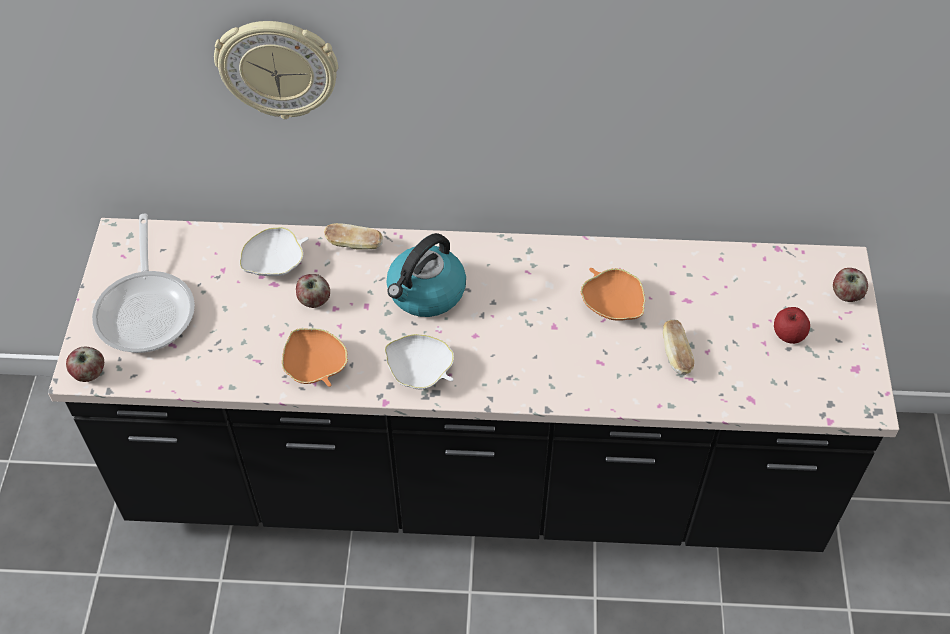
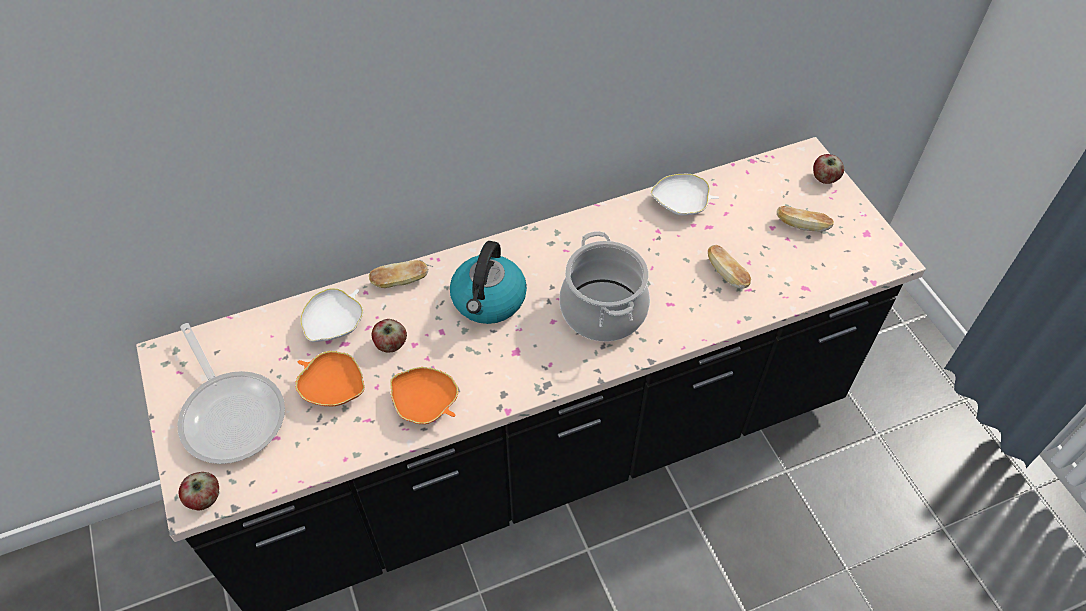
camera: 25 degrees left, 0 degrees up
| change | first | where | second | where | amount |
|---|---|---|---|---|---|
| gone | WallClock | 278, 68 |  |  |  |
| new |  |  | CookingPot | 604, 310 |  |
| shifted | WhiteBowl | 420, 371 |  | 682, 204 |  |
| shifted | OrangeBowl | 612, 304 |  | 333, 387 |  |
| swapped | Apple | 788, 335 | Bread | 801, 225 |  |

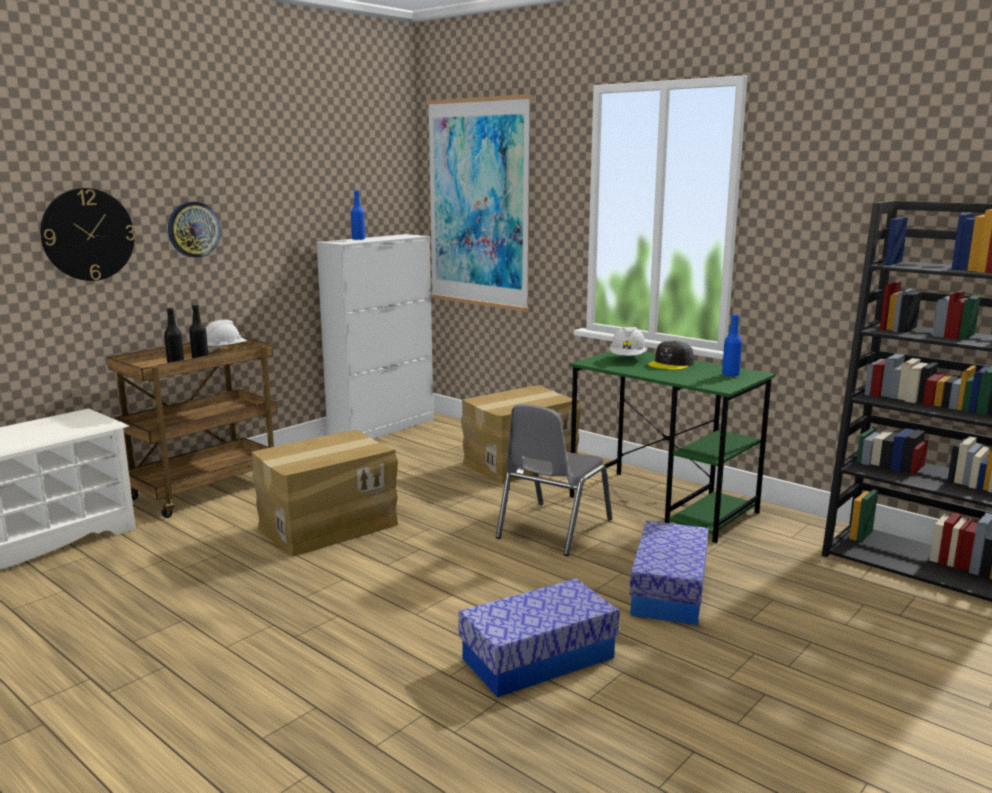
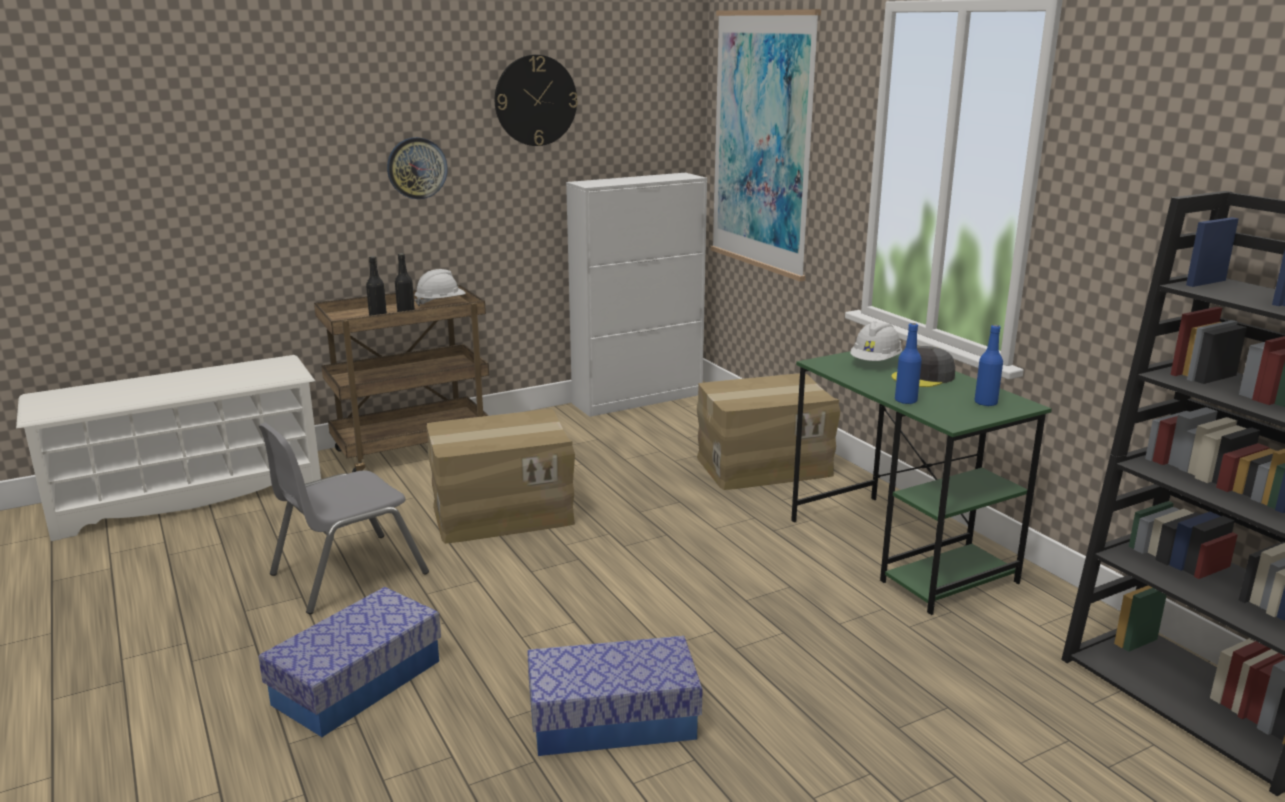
camera: 20 degrees right, 5 degrees up
| change | first | where | second | where | amount |
|---|---|---|---|---|---|
| shifted | WallClock | 88, 234 |  | 535, 100 |  |
| shifted | BlueBottle | 358, 239 |  | 905, 401 |  |
| shifted | GreyChair | 553, 528 |  | 347, 573 |  |
| shifted | StorageBox | 669, 591 |  | 357, 682 |  |

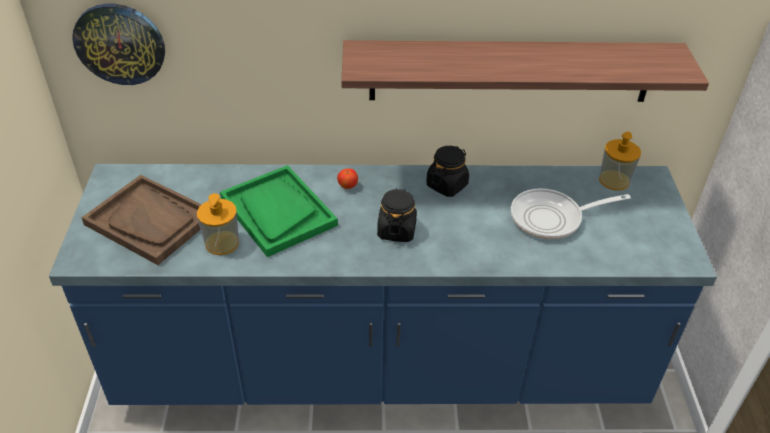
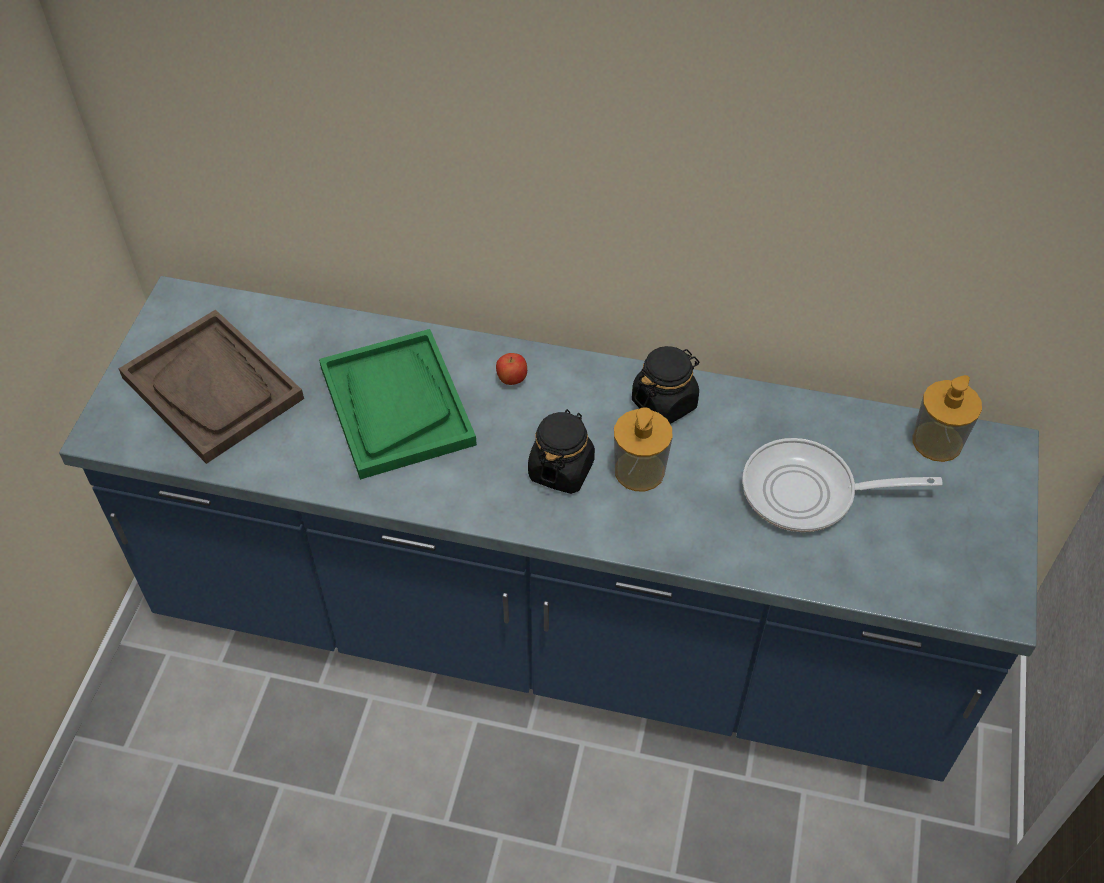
camera: 15 degrees right, 10 degrees up
| change | first | where | second | where | amount |
|---|---|---|---|---|---|
| gone | WallClock | 120, 44 |  |  |  |
| gone | Shelf | 510, 71 |  |  |  |
| shifted | SoapDispenser | 222, 243 |  | 639, 471 |  |

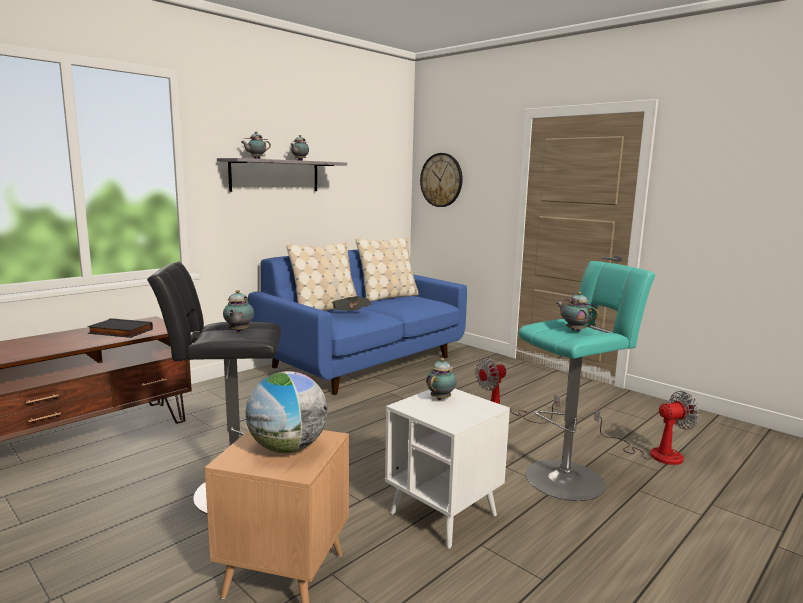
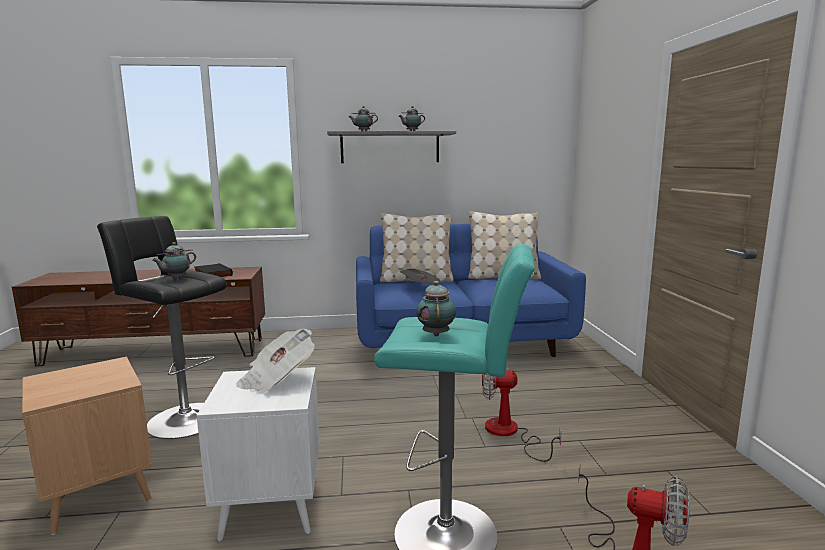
camera: 40 degrees right, 0 degrees up
| change | first | where | second | where | amount |
|---|---|---|---|---|---|
| gone | Globe | 287, 448 |  |  |  |
| gone | WallClock | 441, 180 |  |  |  |
| swapped | Teapot | 441, 398 | Newspaper | 277, 379 |  |

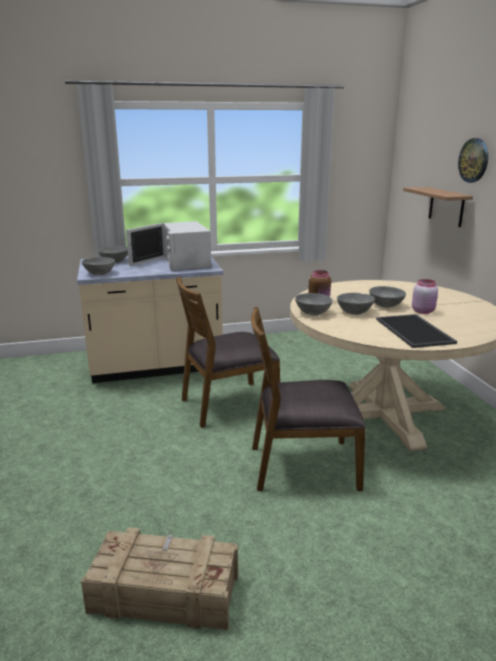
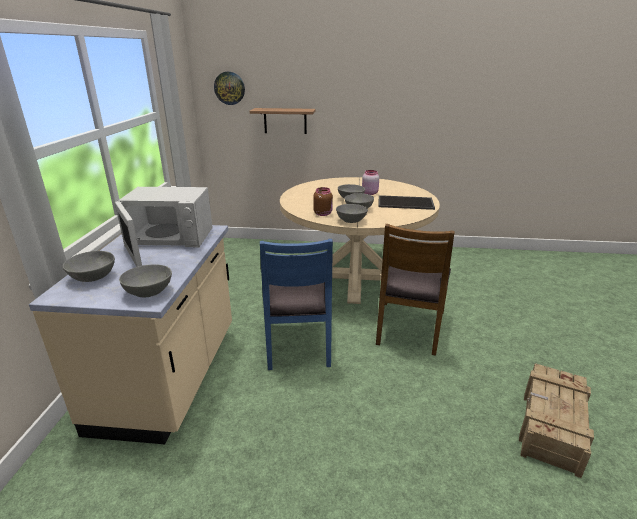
camera: 70 degrees left, 5 degrees up
| change | first | where | second | where | amount |
|---|---|---|---|---|---|
| shifted | WallClock | 474, 160 |  | 229, 88 |  |
| repainted | BrownChair | 228, 404 | BlueChair | 298, 342 |  |

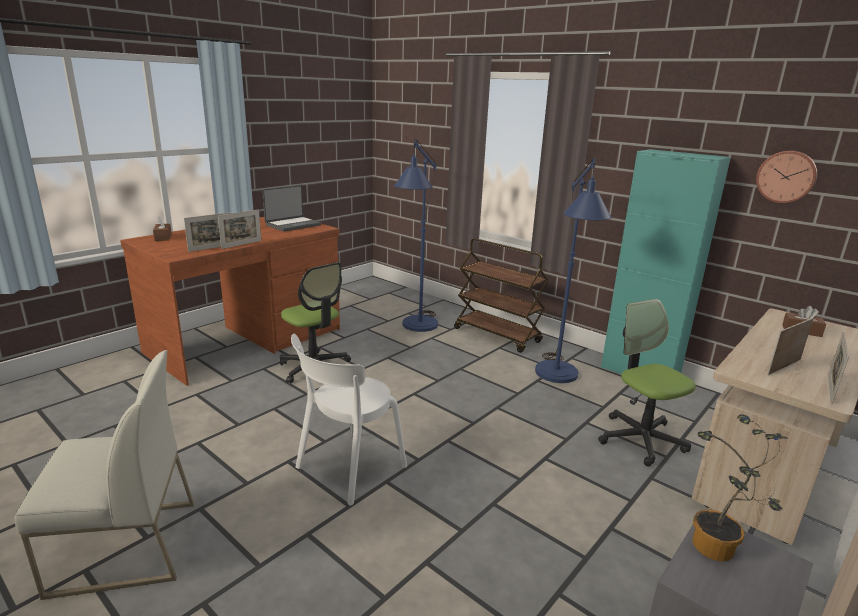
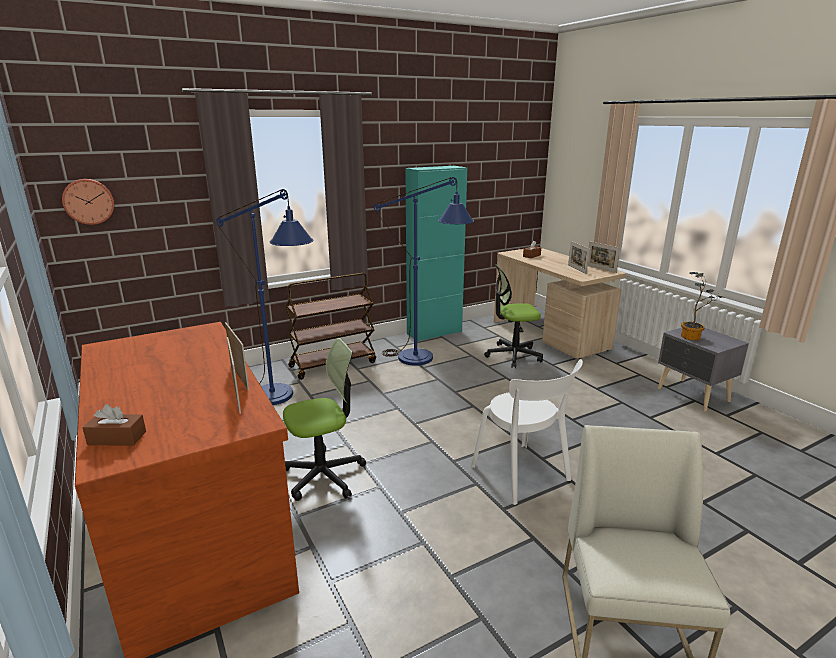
camera: 70 degrees left, 0 degrees up
| change | first | where | second | where | amount |
|---|---|---|---|---|---|
| gone | Laptop | 293, 225 |  |  |  |
| shifted | WallClock | 786, 176 |  | 88, 201 |  |

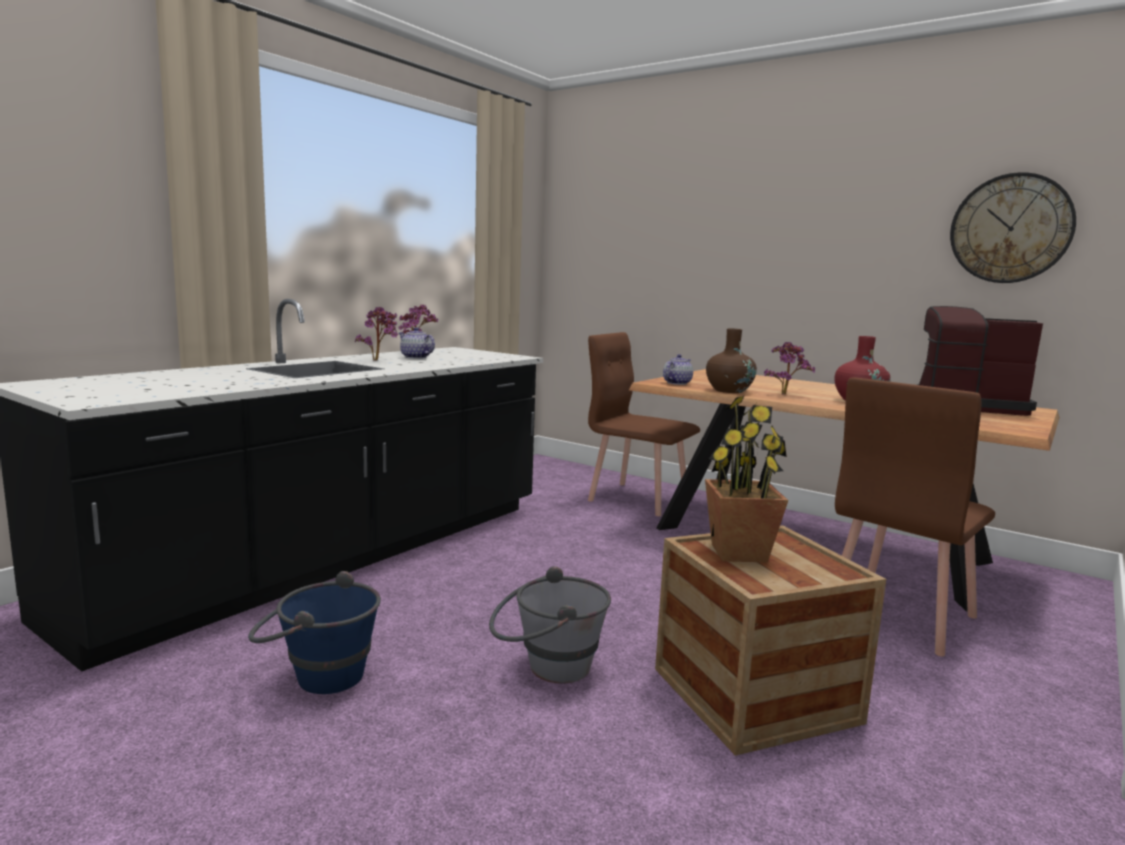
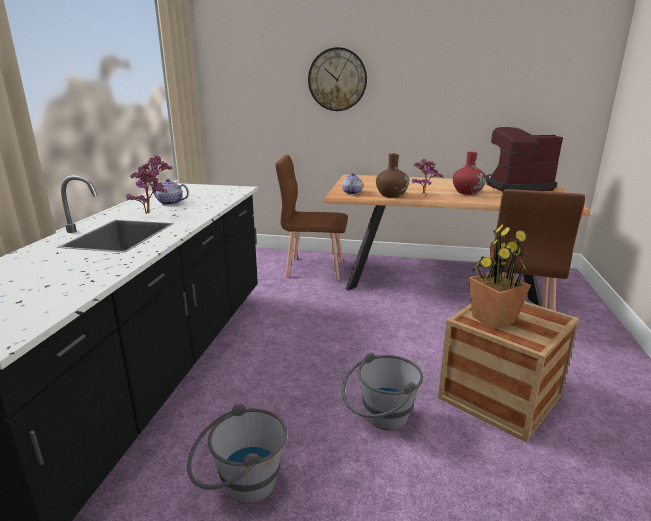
camera: 25 degrees left, 10 degrees up
| change | first | where | second | where | amount |
|---|---|---|---|---|---|
| shifted | WallClock | 1010, 228 |  | 337, 79 |  |
| repainted | BlueBucket | 317, 675 | GreyBucket | 240, 487 |  |

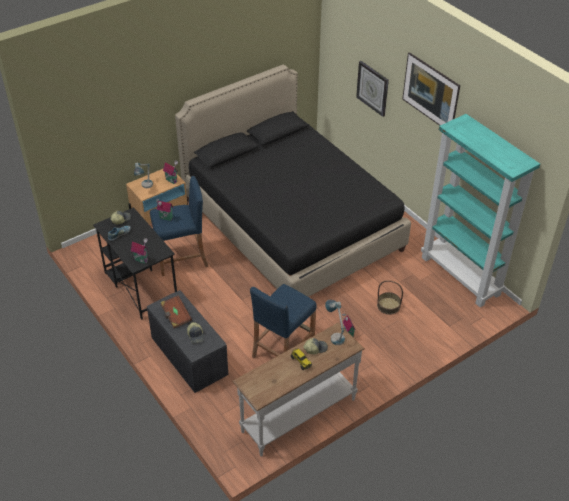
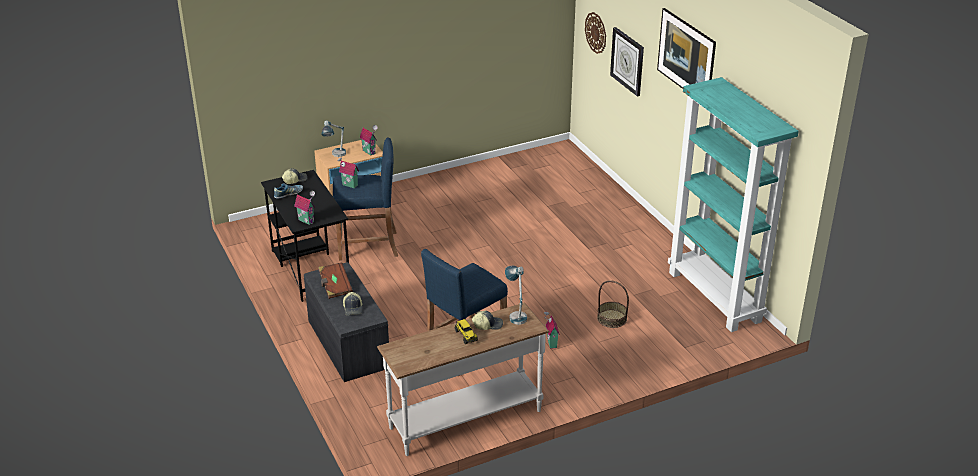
camera: 10 degrees right, 10 degrees down
| change | first | where | second | where | amount |
|---|---|---|---|---|---|
| gone | BlackBed | 291, 224 |  |  |  |
| new |  |  | WallClock | 596, 32 |  |

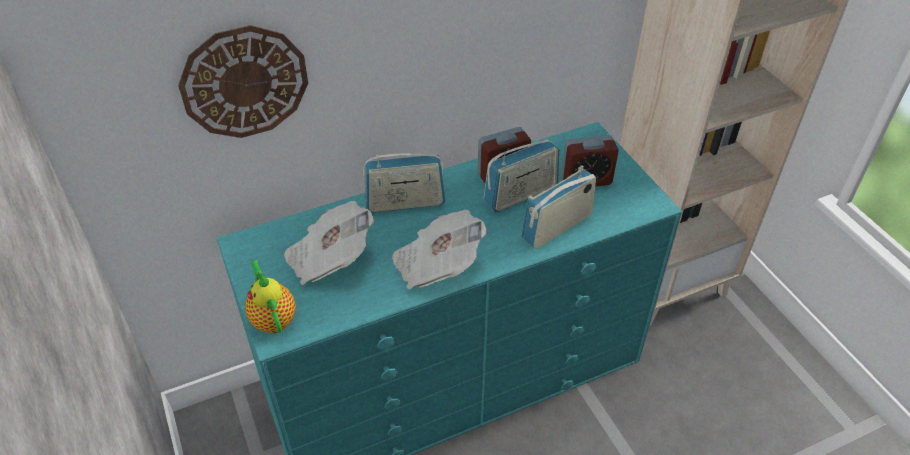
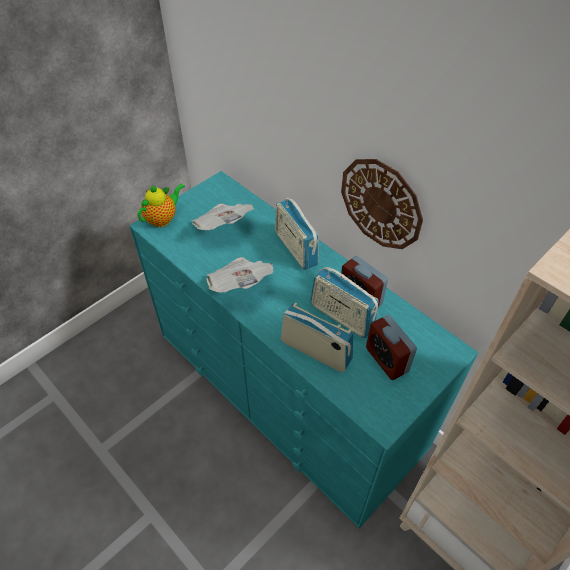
camera: 70 degrees right, 5 degrees up
| change | first | where | second | where | amount |
|---|---|---|---|---|---|
| shifted | WallClock | 244, 82 |  | 381, 204 |  |

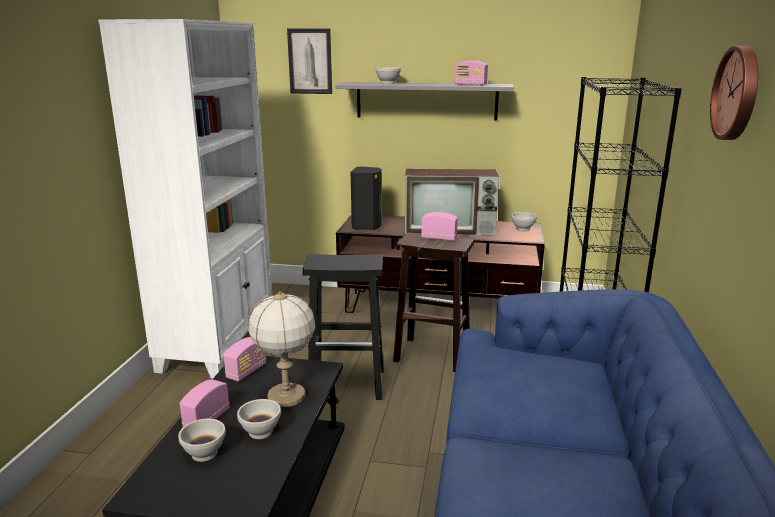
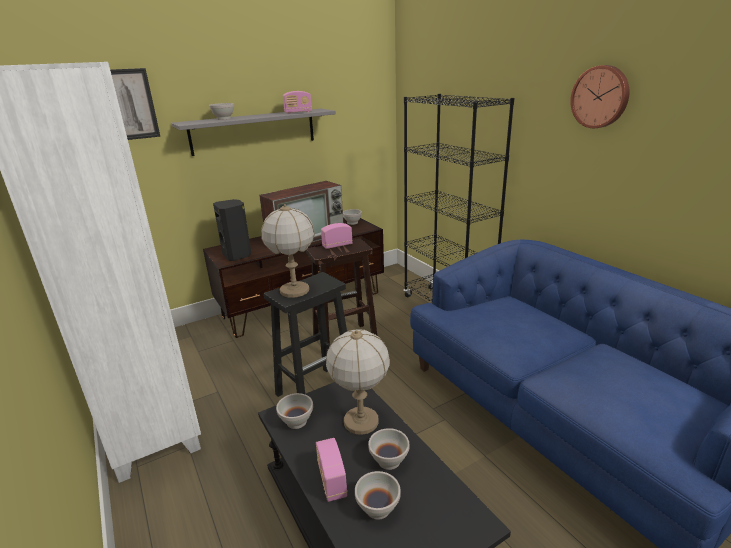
camera: 40 degrees left, 5 degrees up
| change | first | where | second | where | amount |
|---|---|---|---|---|---|
| new |  |  | TableLamp | 294, 290 |  |
| swapped | Radio | 246, 371 | WhiteBowl | 296, 421 |  |

